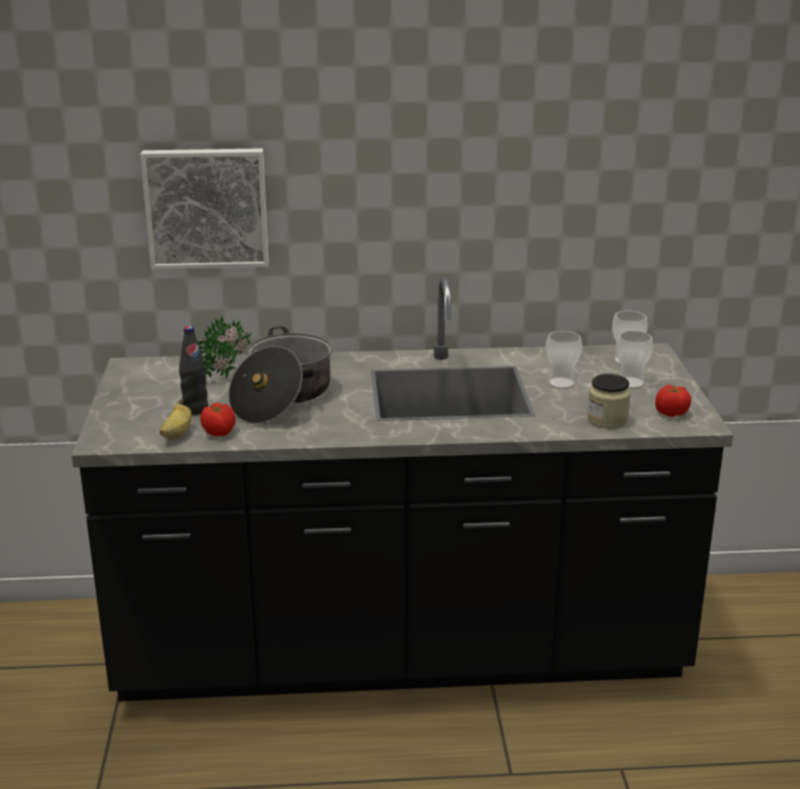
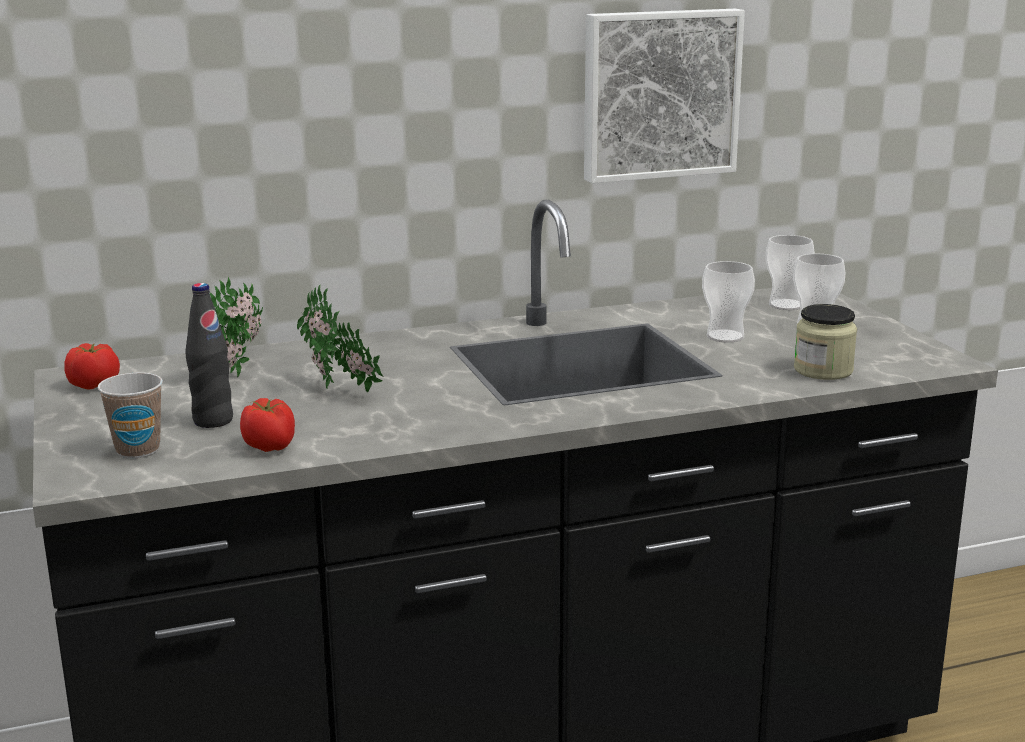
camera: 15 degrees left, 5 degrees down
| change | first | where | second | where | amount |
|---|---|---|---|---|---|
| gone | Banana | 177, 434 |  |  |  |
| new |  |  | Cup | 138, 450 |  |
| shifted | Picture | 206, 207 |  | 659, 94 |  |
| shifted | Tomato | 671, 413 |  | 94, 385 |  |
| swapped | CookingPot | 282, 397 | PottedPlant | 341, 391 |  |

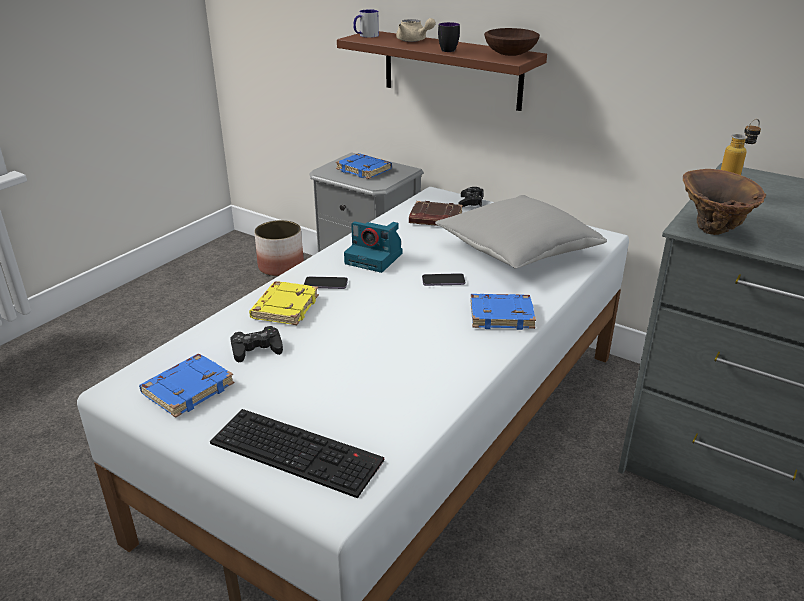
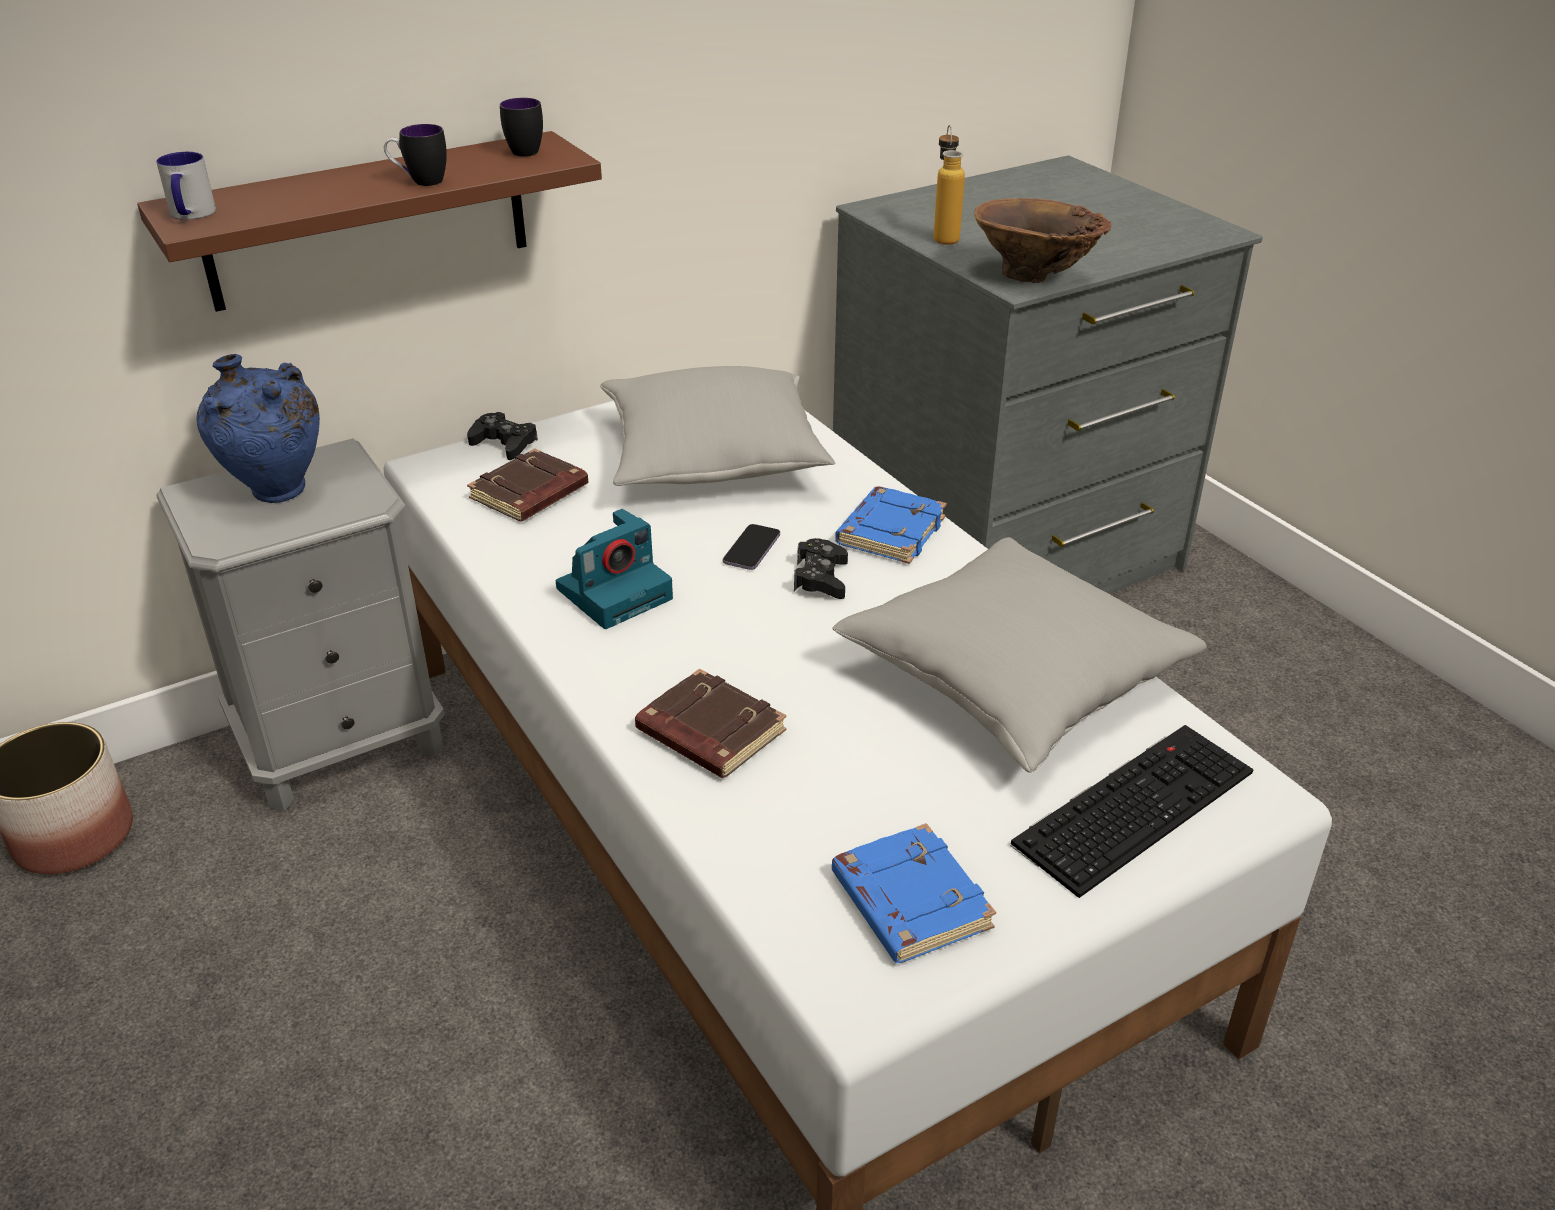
camera: 65 degrees left, 5 degrees up
| change | first | where | second | where | amount |
|---|---|---|---|---|---|
| gone | Phone | 326, 284 |  |  |  |
| gone | BeigeTeapot | 414, 40 |  |  |  |
| new |  |  | GreyPillow | 1013, 678 |  |
| shifted | BlackGameController | 256, 349 |  | 821, 578 |  |
| swapped | BlueBook | 364, 170 | BlueVase | 278, 495 |  |
| swapped | BrownBowl | 511, 54 | Mug | 524, 150 |  |
| repainted | YellowBook | 284, 307 | BrownBook | 708, 732 |  |

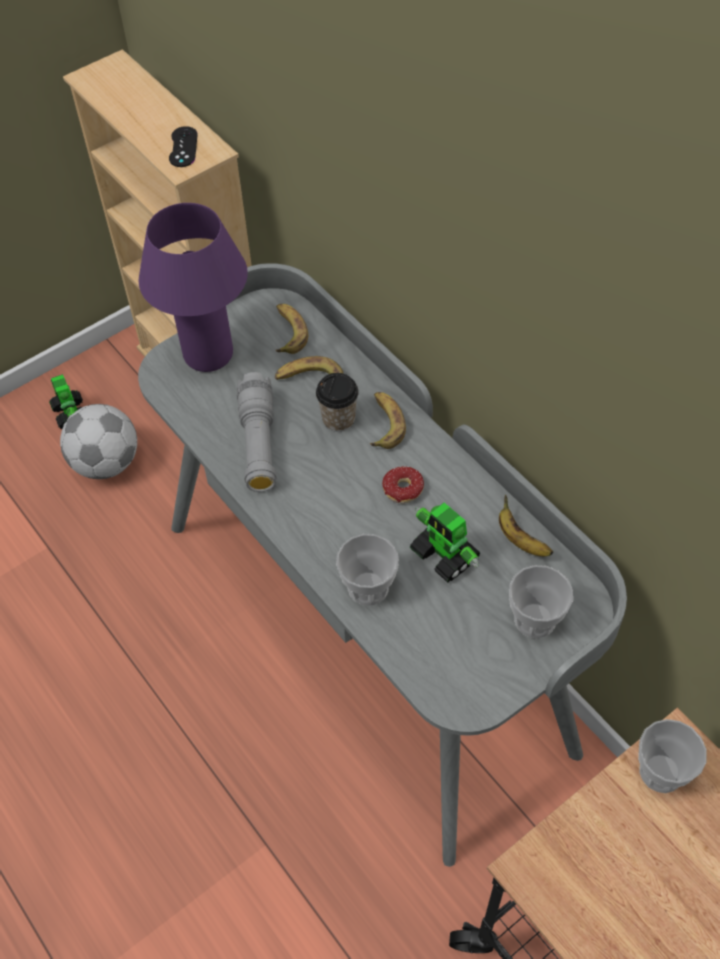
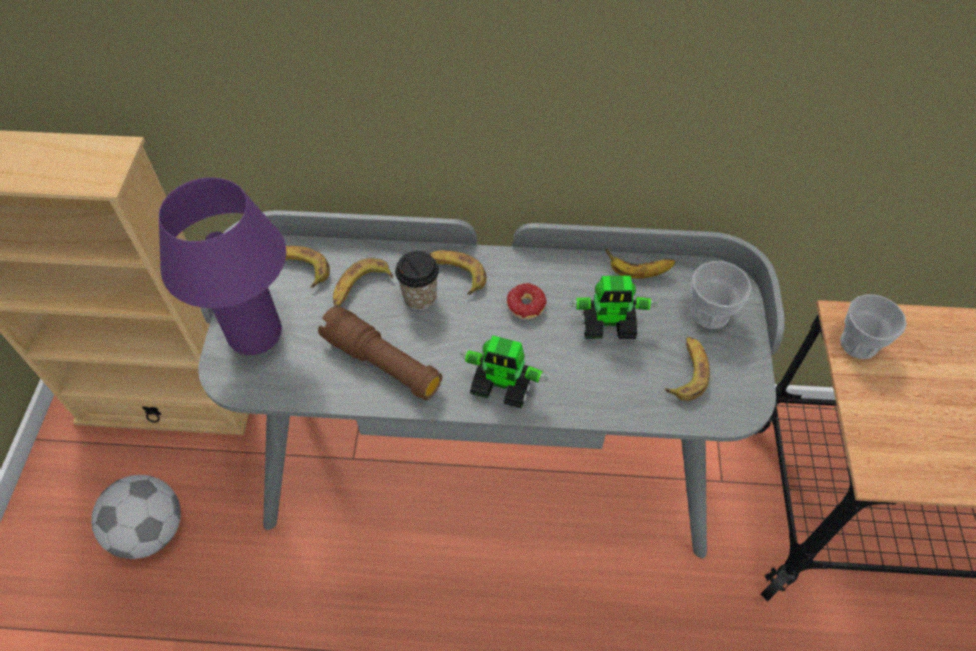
camera: 50 degrees left, 0 degrees up
| change | first | where | second | where | amount |
|---|---|---|---|---|---|
| gone | BlackGameController | 183, 147 |  |  |  |
| gone | Cup | 368, 587 |  |  |  |
| new |  |  | Banana | 687, 372 |  |
| shifted | ToyRobot | 71, 414 |  | 503, 385 |  |
| repainted | GreyFlashlight | 259, 442 | BrownFlashlight | 382, 363 |  |

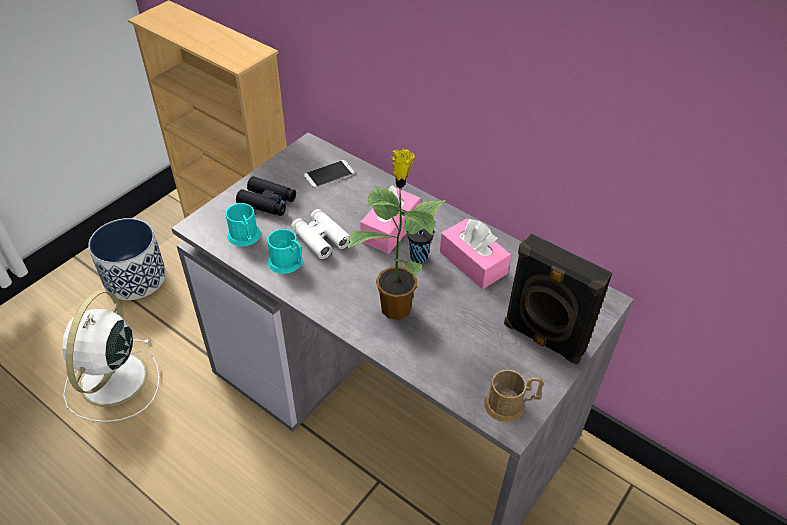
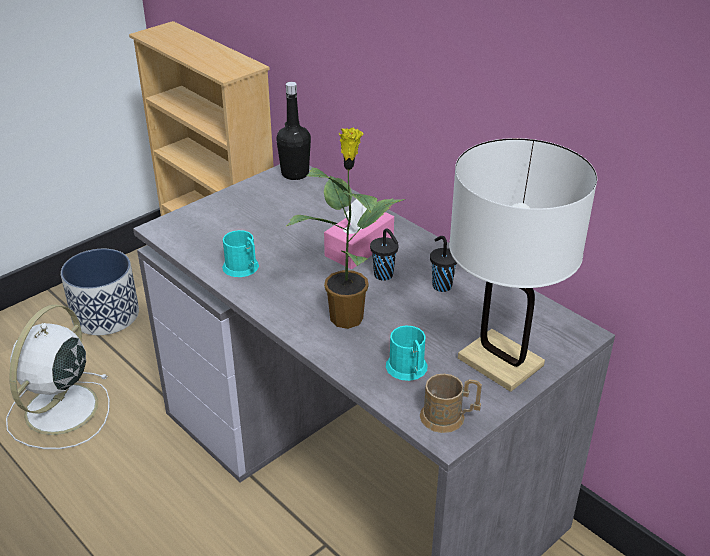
camera: 10 degrees right, 10 degrees down
| change | first | where | second | where | amount |
|---|---|---|---|---|---|
| gone | BlackBinoculars | 267, 202 |  |  |  |
| gone | WhiteBinoculars | 320, 238 |  |  |  |
| gone | Phone | 329, 174 |  |  |  |
| new |  |  | BlackBottle | 295, 174 |  |
| shifted | TurquoiseMug | 245, 238 |  | 408, 370 |  |
| swapped | PinkTissueBox | 473, 263 | BlackCup | 441, 285 |  |
| swapped | BlackSpeaker | 542, 339 | WhiteTableLamp | 500, 362 |  |

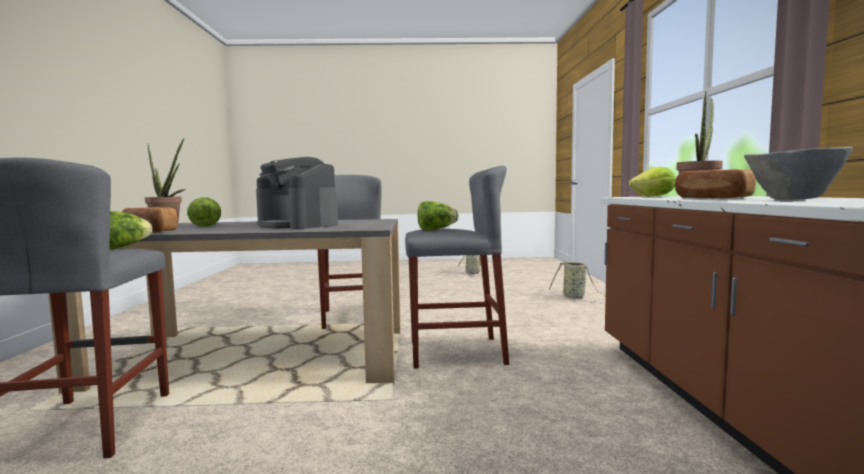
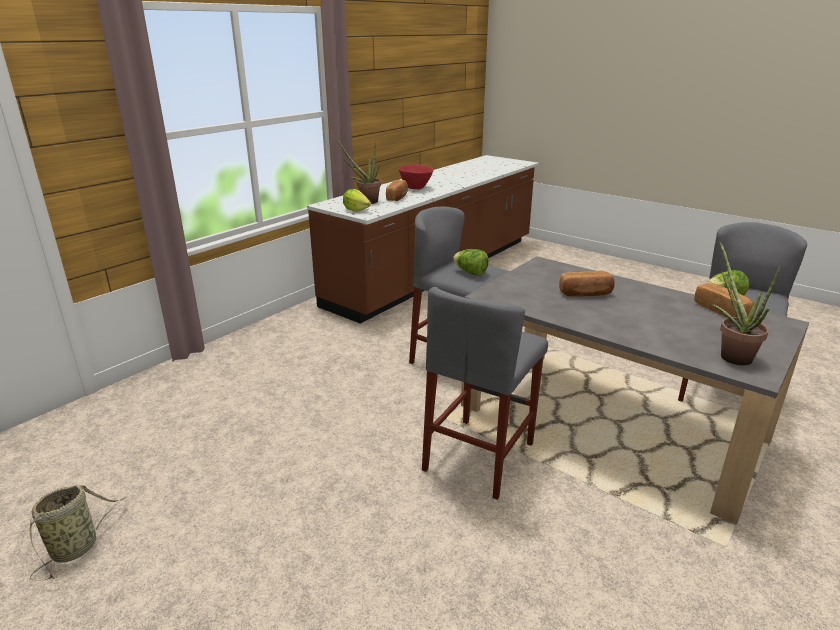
camera: 140 degrees left, 20 degrees up
| change | first | where | second | where | amount |
|---|---|---|---|---|---|
| gone | Lettuce | 206, 226 |  |  |  |
| gone | Basket | 575, 297 |  |  |  |
| swapped | CoffeeMachine | 298, 225 | Bread | 585, 294 |  |
| repainted | GreyBowl | 792, 199 | RedBowl | 416, 188 |  |

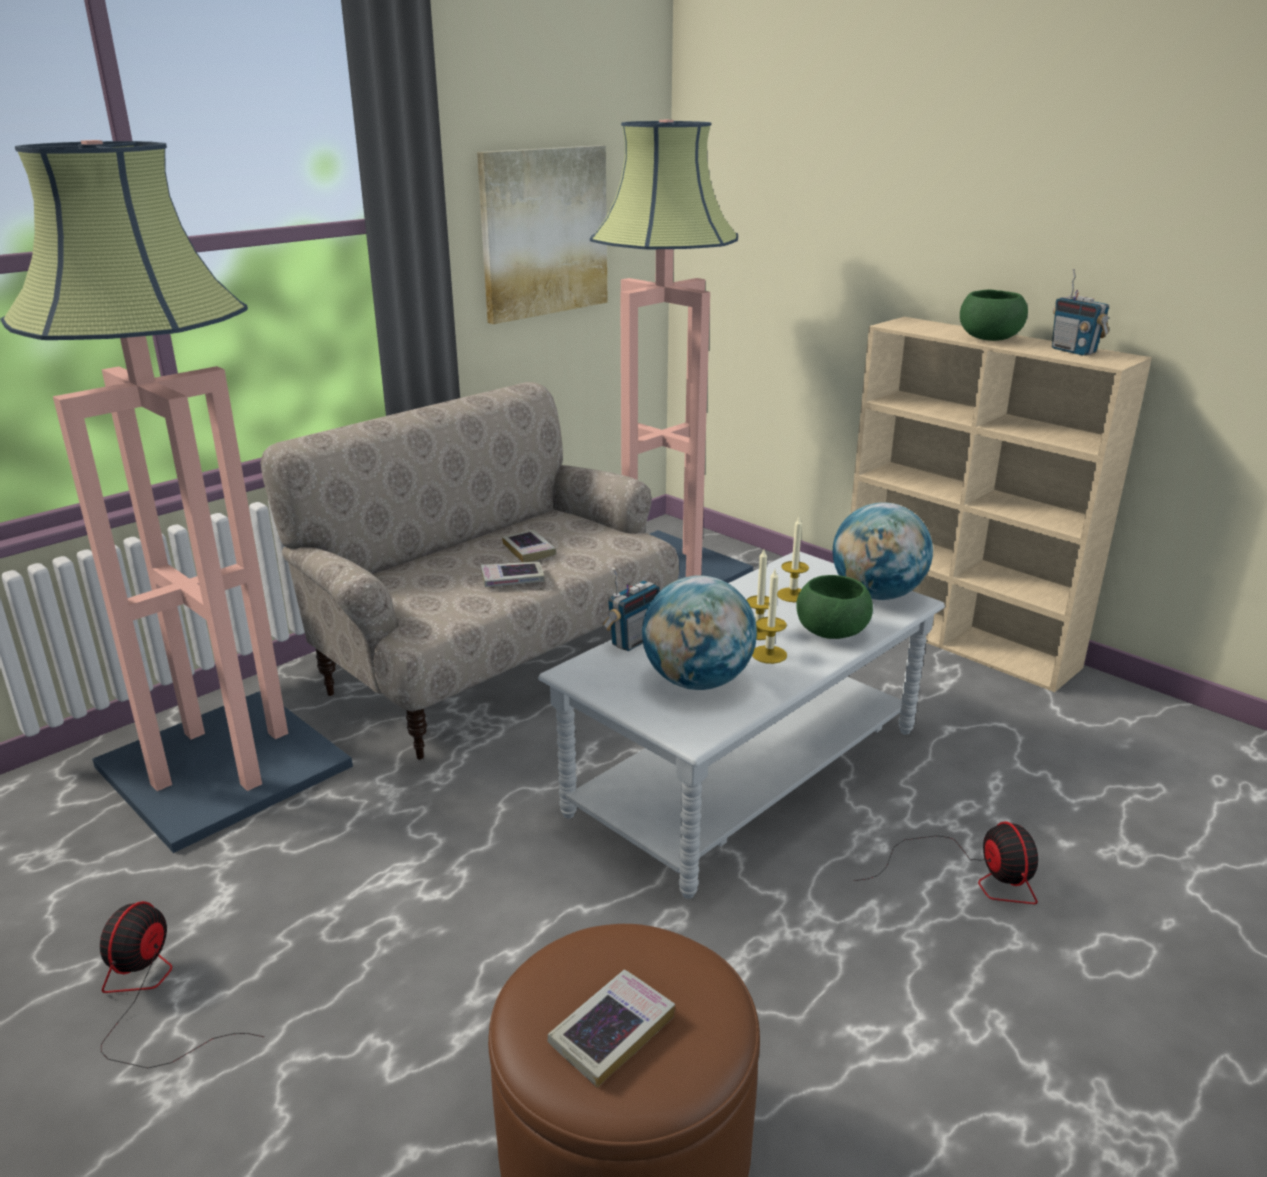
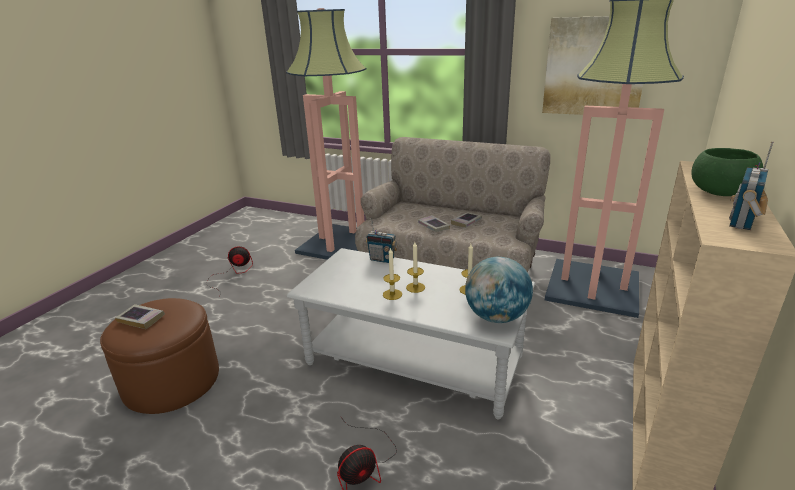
camera: 70 degrees right, 0 degrees up
| change | first | where | second | where | amount |
|---|---|---|---|---|---|
| gone | Globe | 697, 681 |  |  |  |
| gone | GreenBowl | 832, 632 |  |  |  |

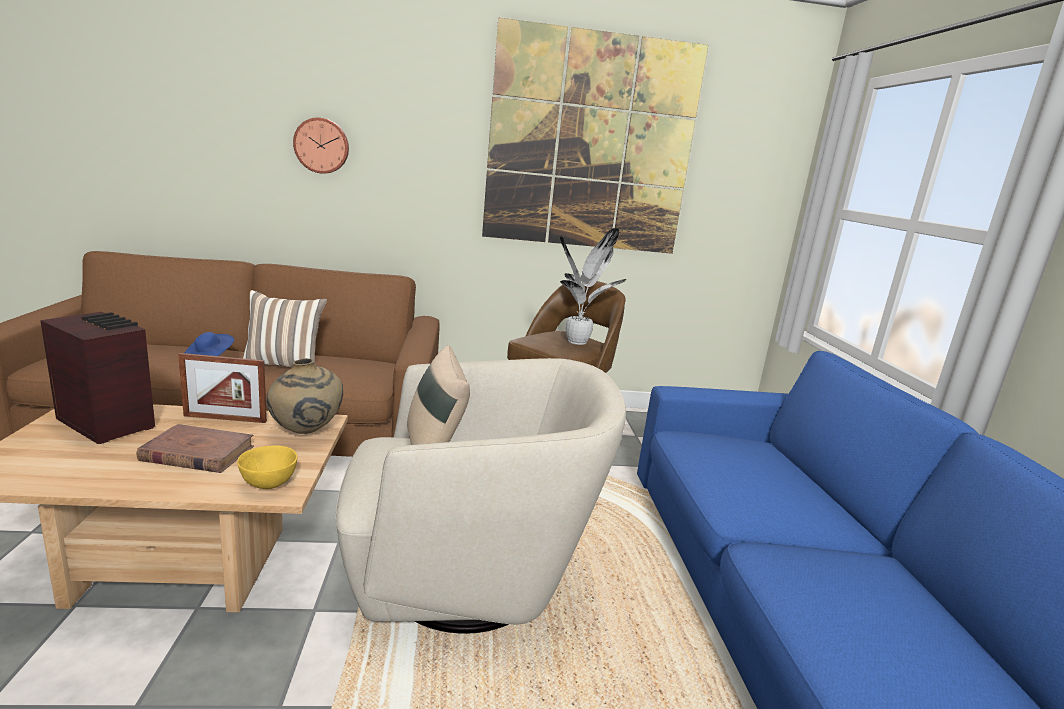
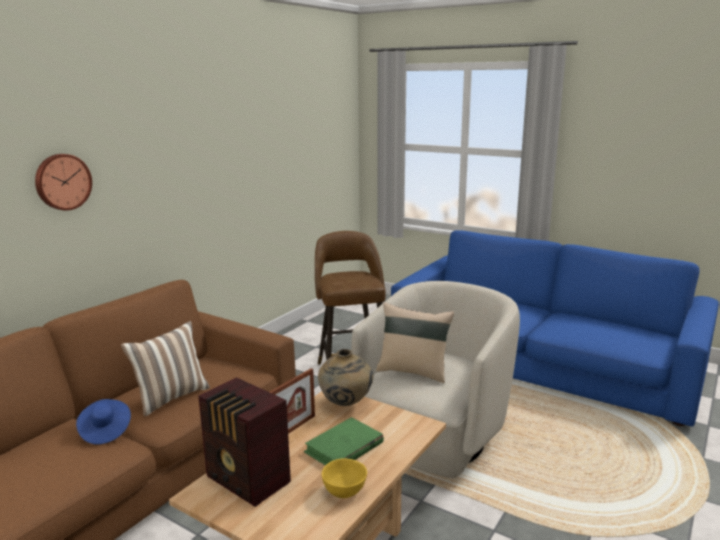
camera: 50 degrees left, 0 degrees up
| change | first | where | second | where | amount |
|---|---|---|---|---|---|
| gone | Picture | 591, 143 |  |  |  |
| gone | PottedPlant | 578, 342 |  |  |  |
| shifted | YellowBowl | 269, 485 |  | 345, 492 |  |
| repainted | BrownBook | 197, 453 | GreenBook | 344, 448 |  |
| rotated | Radio | 107, 423 |  | 248, 481 | 120 degrees counterclockwise |

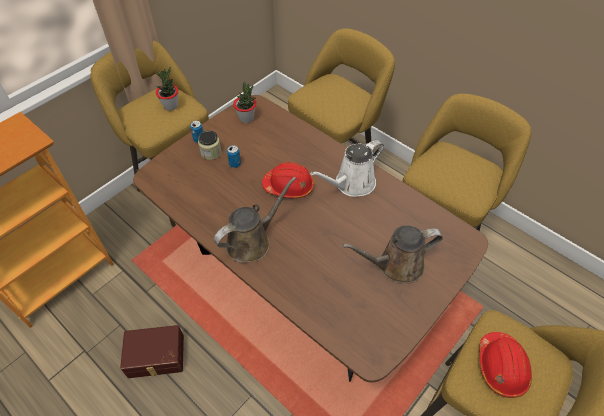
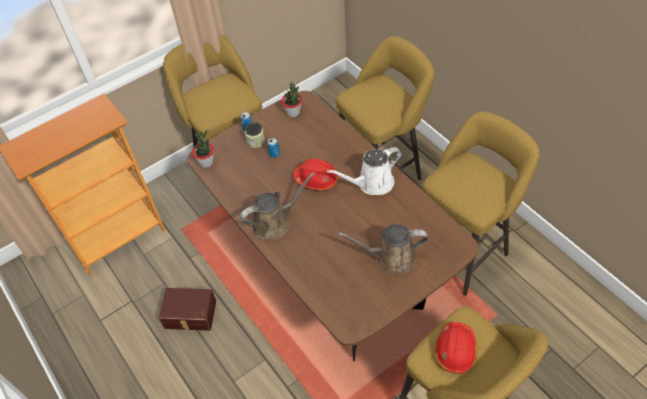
camera: 15 degrees right, 0 degrees up
| change | first | where | second | where | amount |
|---|---|---|---|---|---|
| shifted | PottedPlant | 171, 106 |  | 206, 162 |  |

